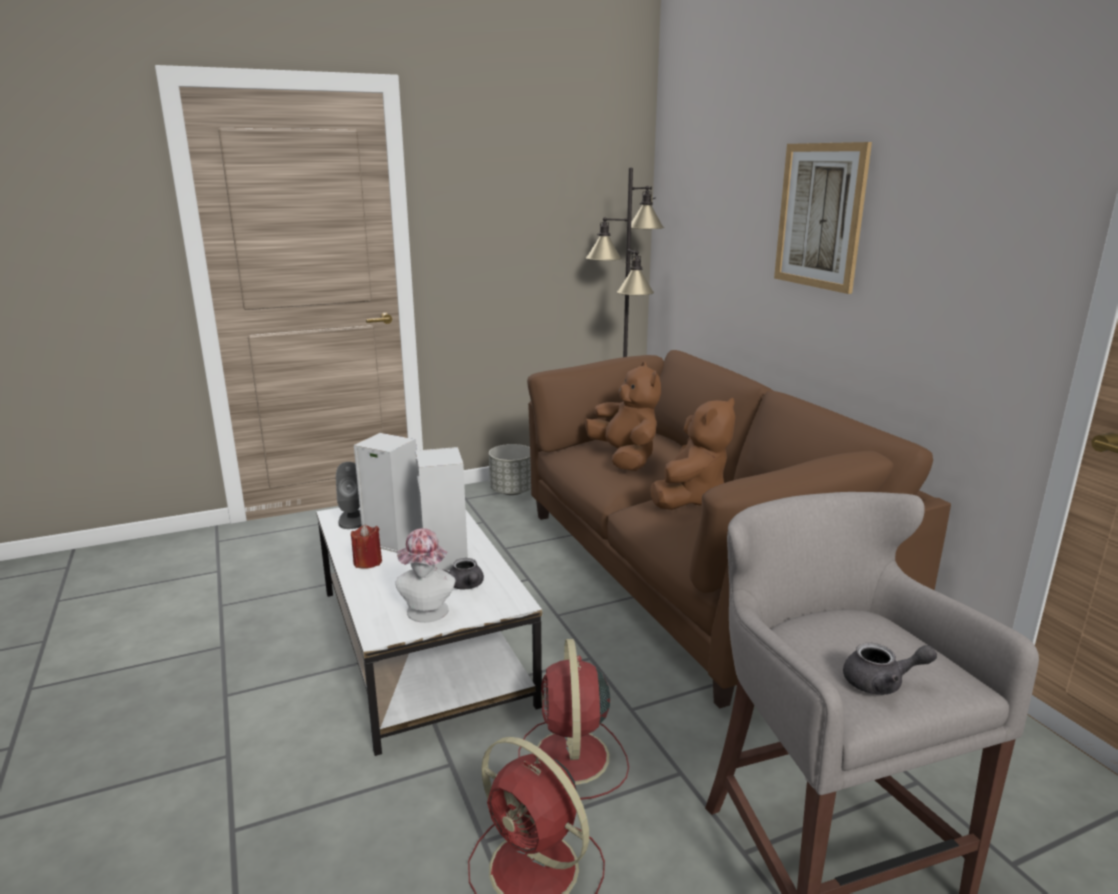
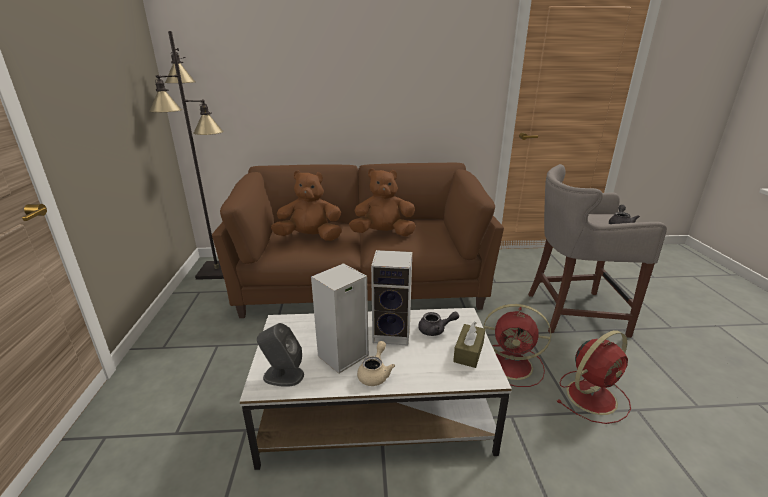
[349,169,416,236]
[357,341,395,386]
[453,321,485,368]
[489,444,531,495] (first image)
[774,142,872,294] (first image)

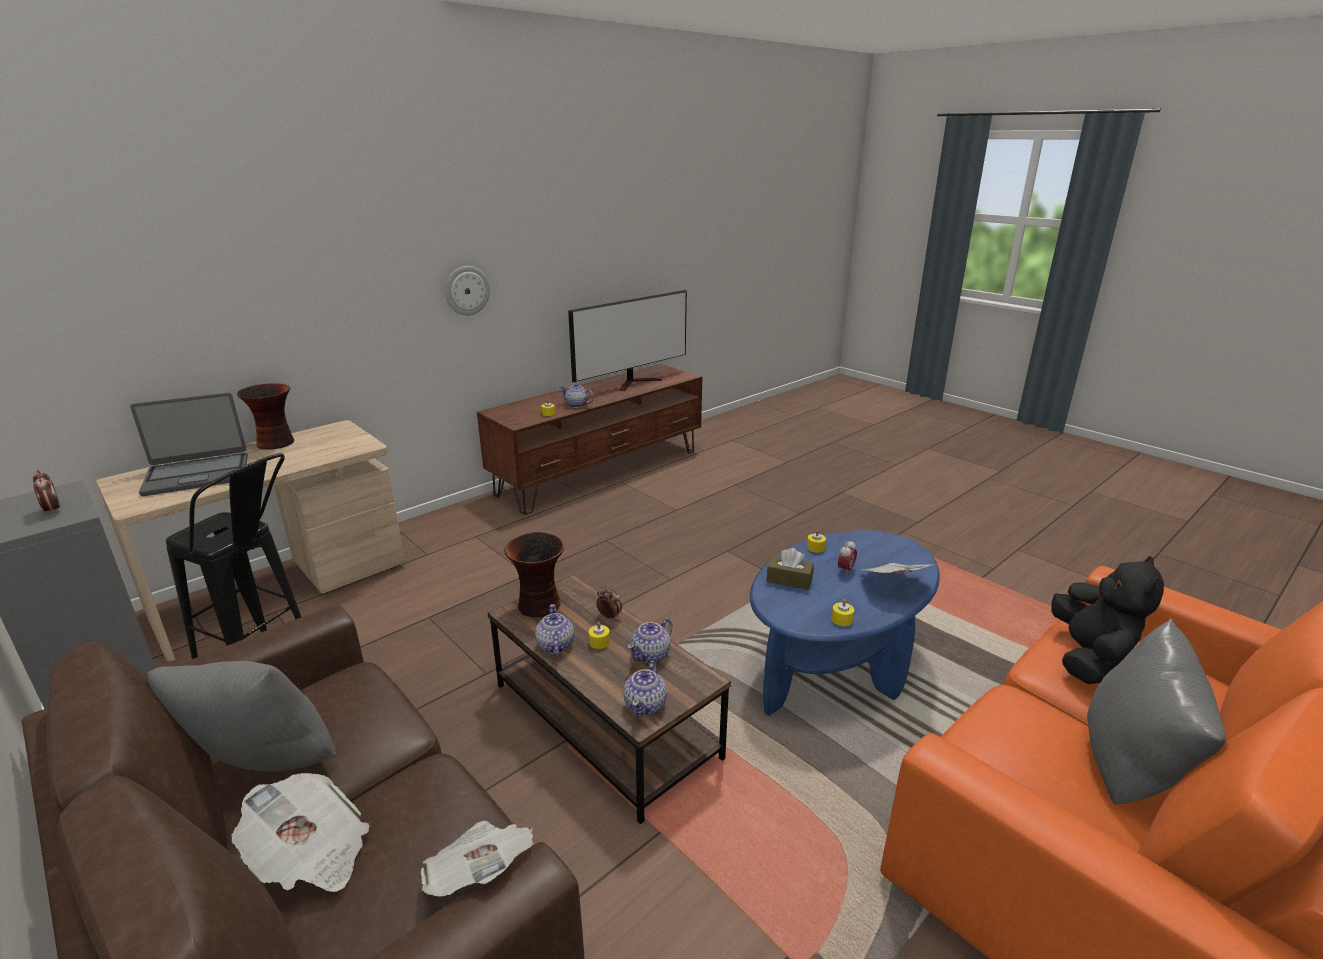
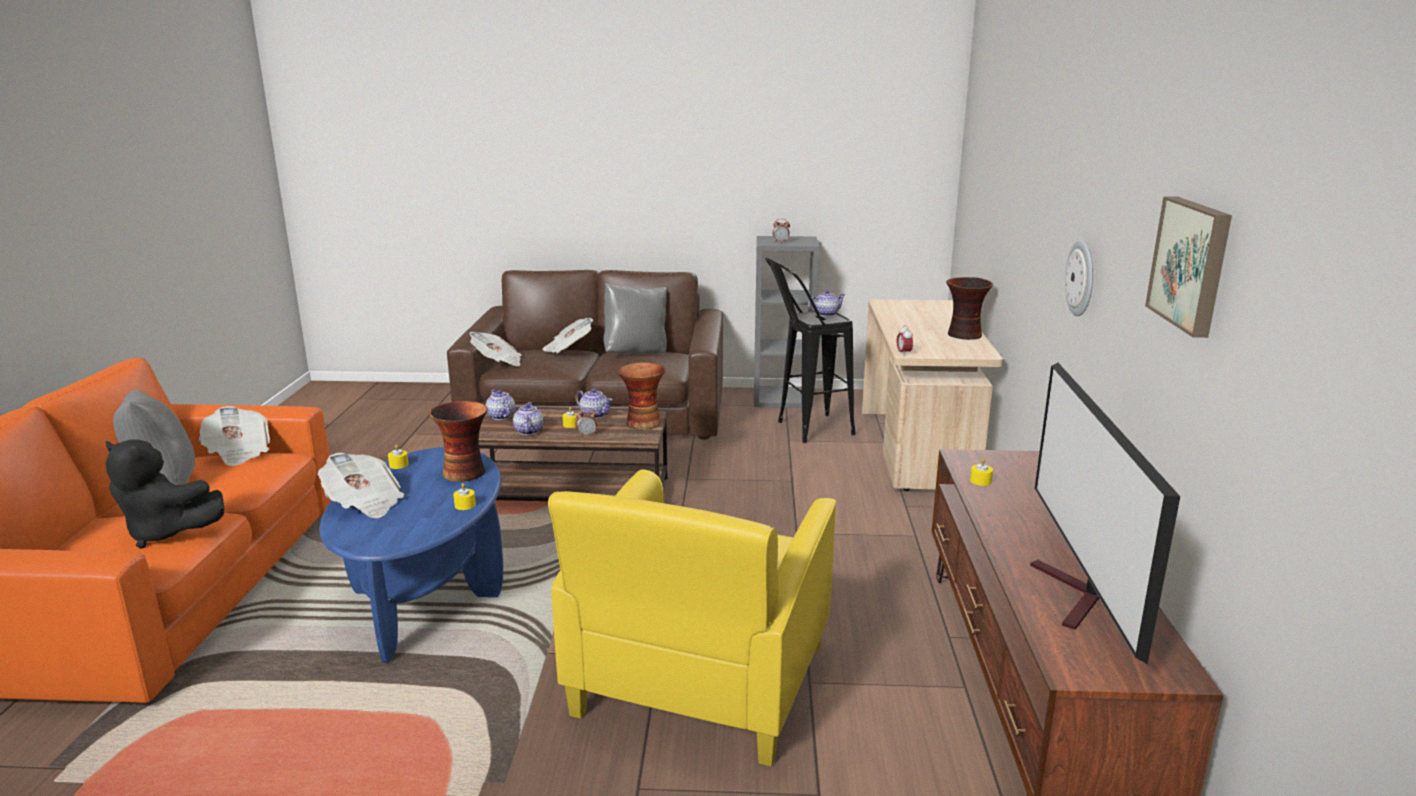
[106,439,224,549]
[198,406,270,466]
[429,401,488,482]
[548,470,836,767]
[808,290,846,316]
[897,325,913,356]
[1145,196,1232,338]
[130,393,248,496] (first image)

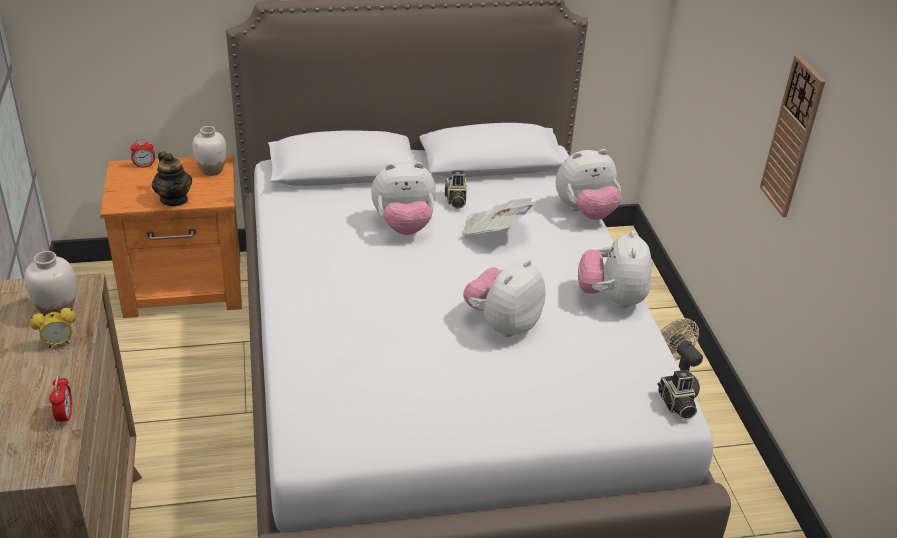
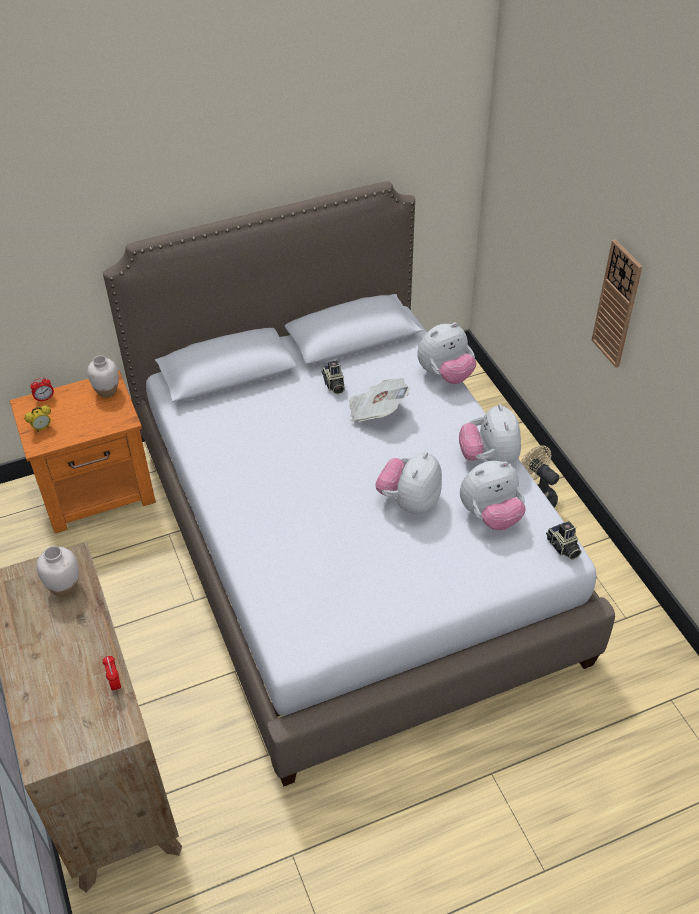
[24,405,51,432]
[460,461,526,530]
[152,152,192,206] (first image)

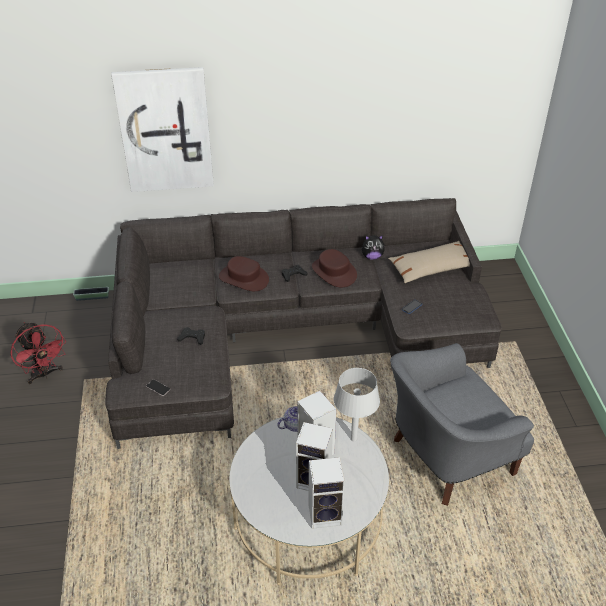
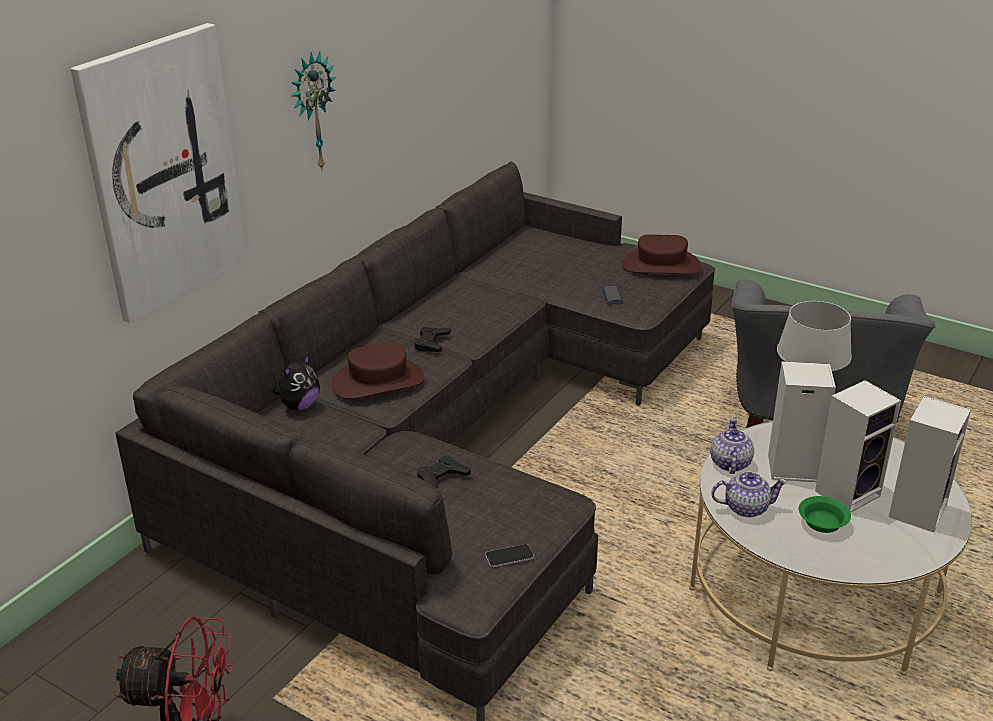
[273,354,320,410]
[291,52,336,169]
[622,235,702,274]
[711,472,787,518]
[799,496,851,533]
[73,287,109,301] (first image)
[388,241,470,283] (first image)

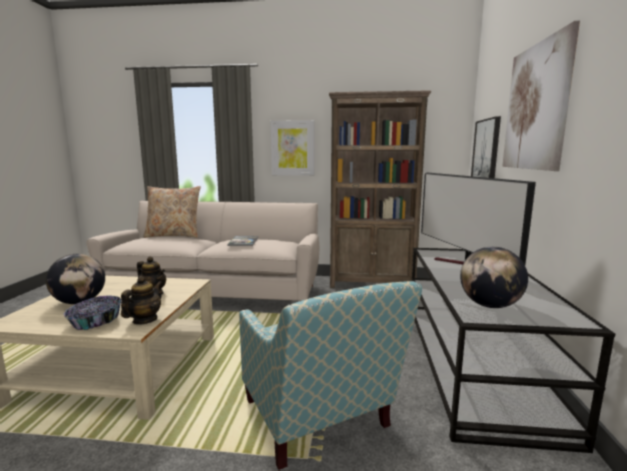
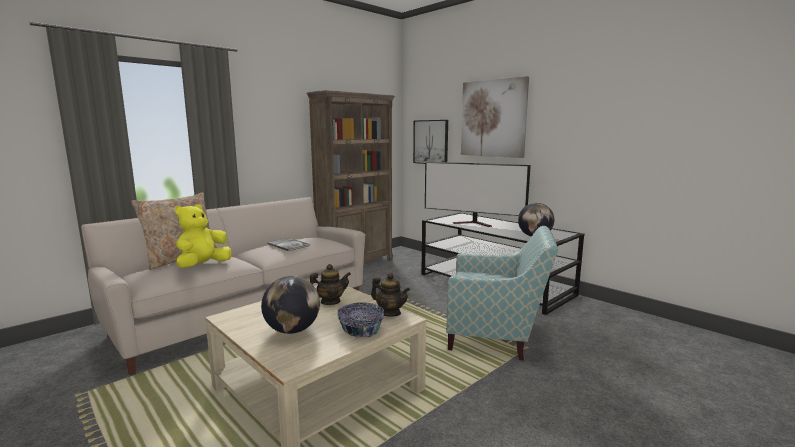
[175,204,232,268]
[371,273,410,317]
[271,120,315,176] (first image)

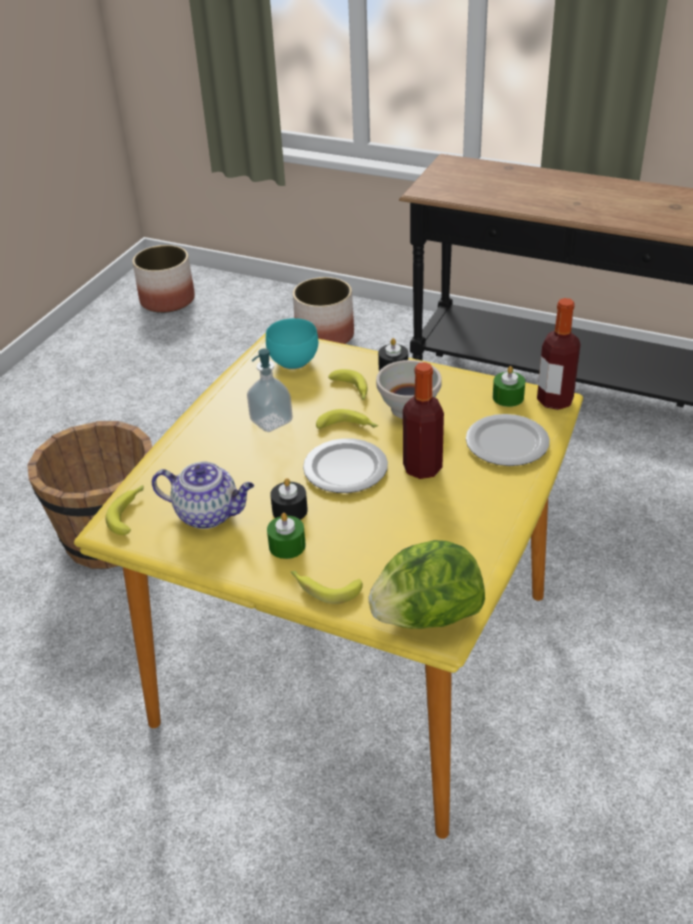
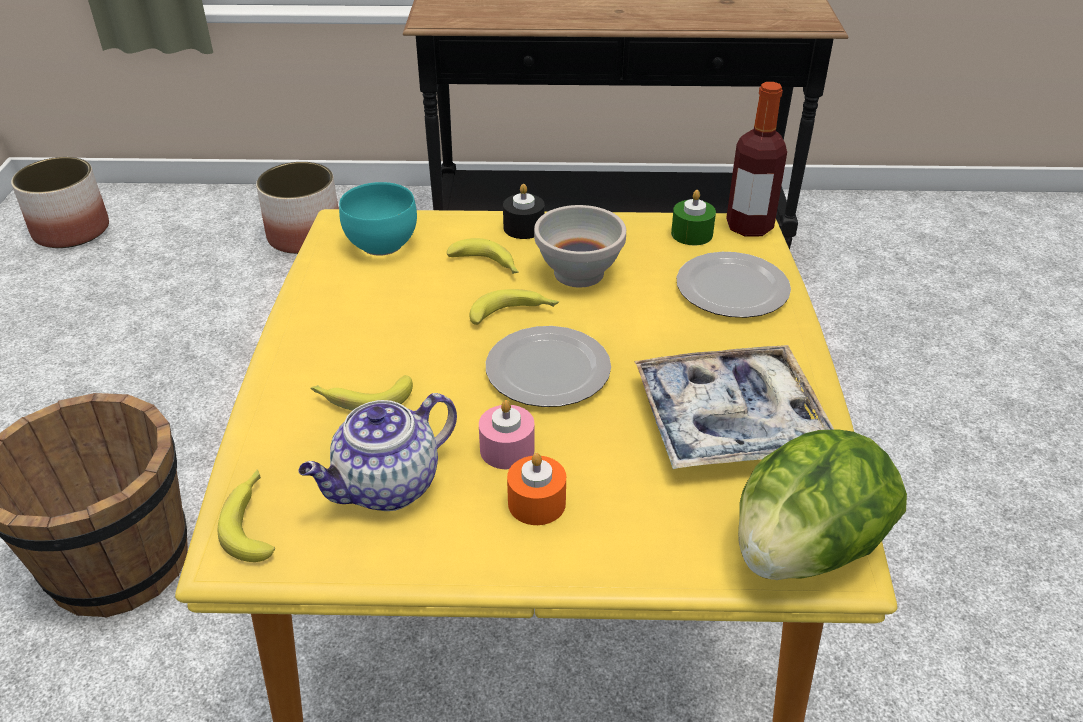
[298,393,457,511]
[310,375,413,411]
[479,400,535,469]
[507,453,566,525]
[634,345,834,469]
[247,349,293,432] (first image)
[403,362,444,479] (first image)

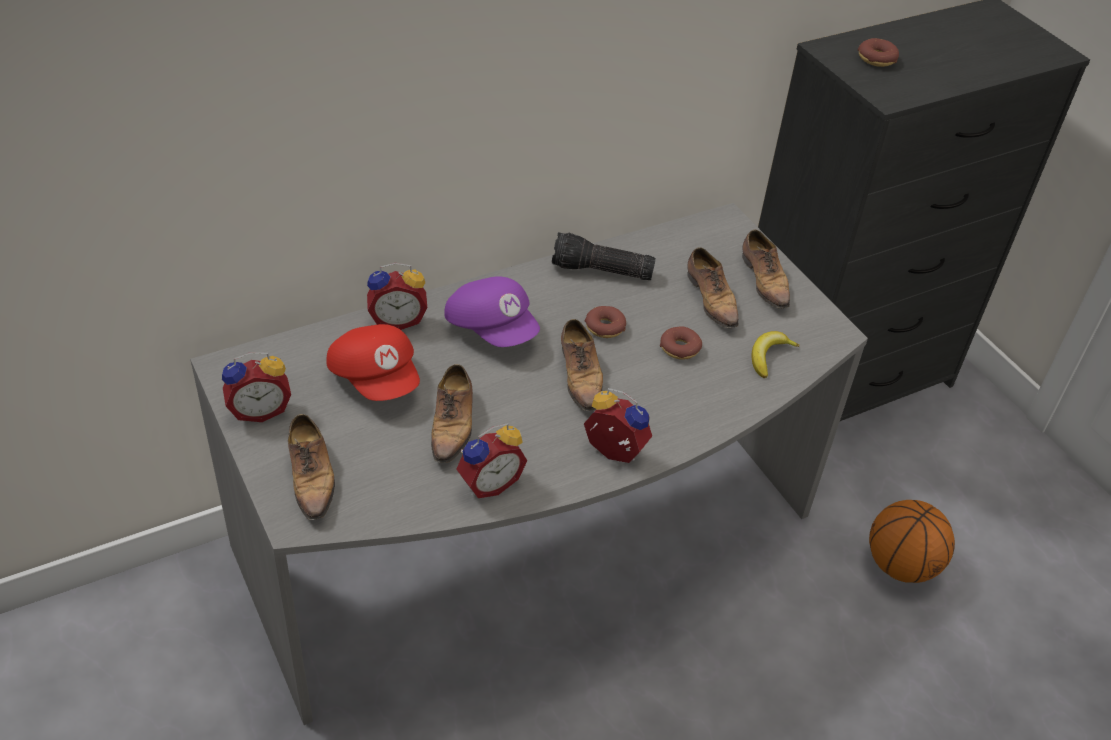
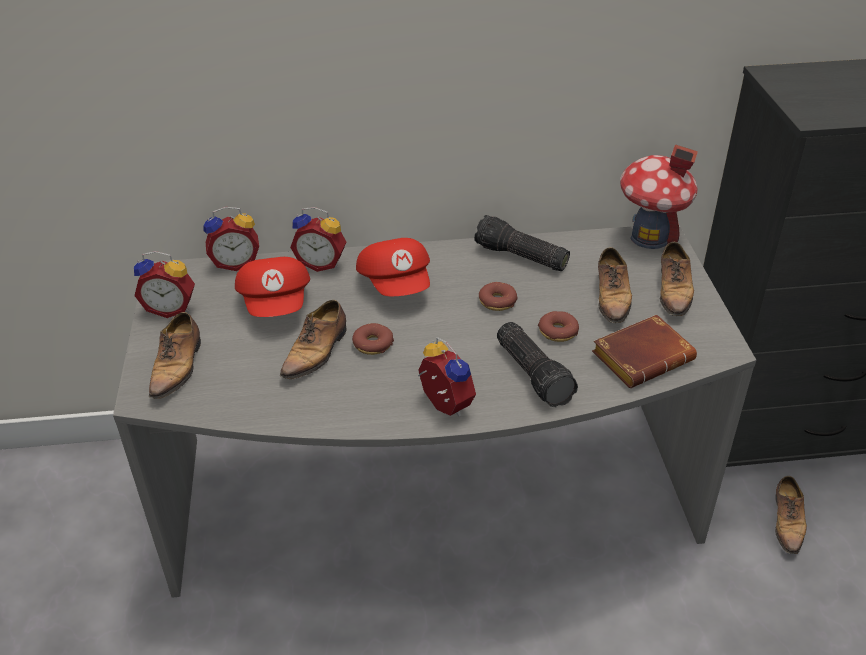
[203,207,259,271]
[352,323,394,355]
[356,238,430,296]
[497,322,578,407]
[592,315,697,388]
[620,144,698,249]
[775,476,807,554]
[869,500,955,583] (first image)

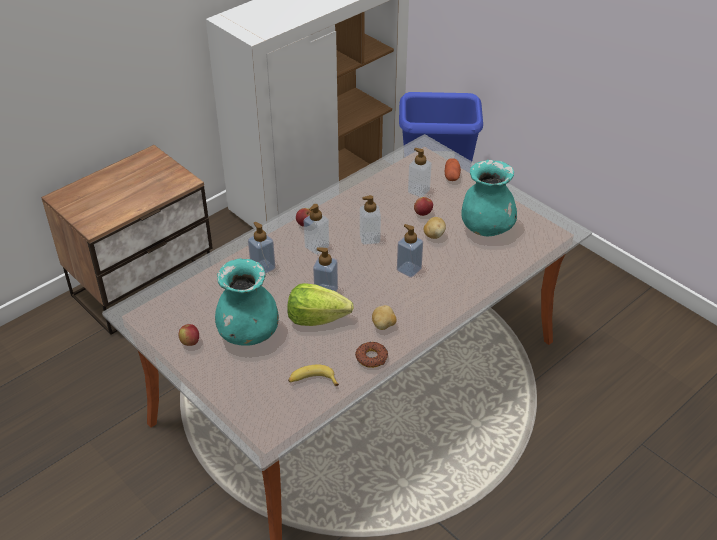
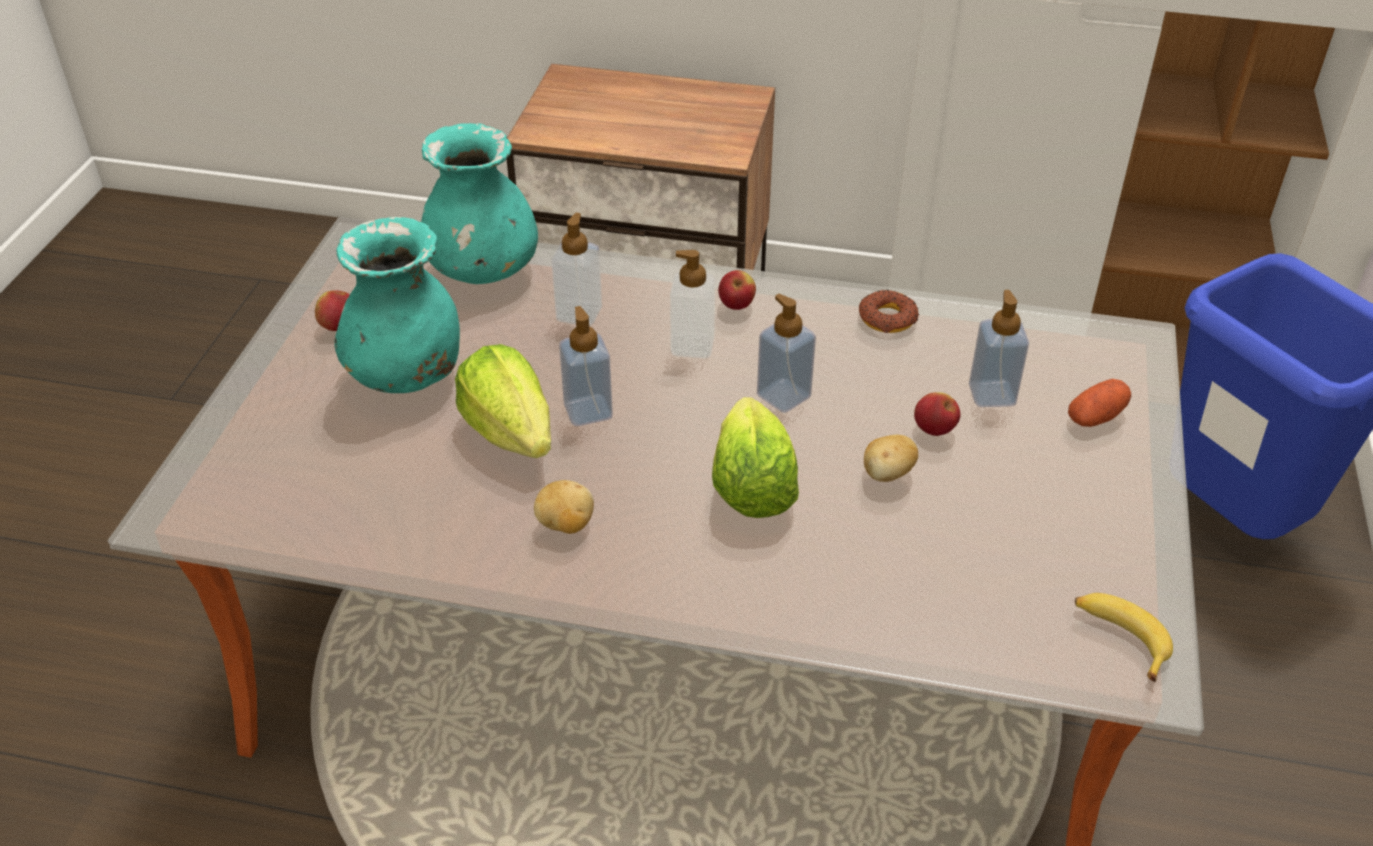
[421,123,538,284]
[712,397,799,518]
[859,290,919,333]
[1075,593,1173,682]

